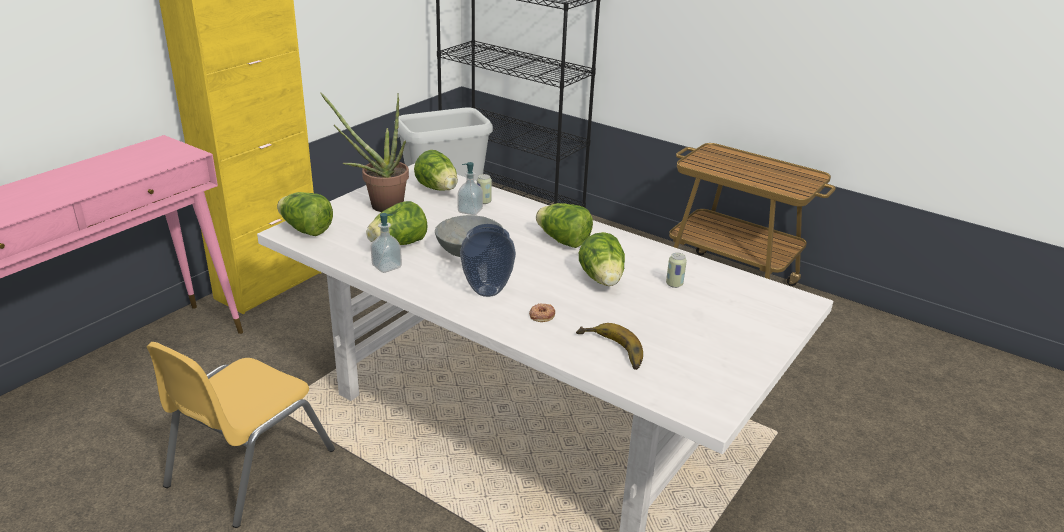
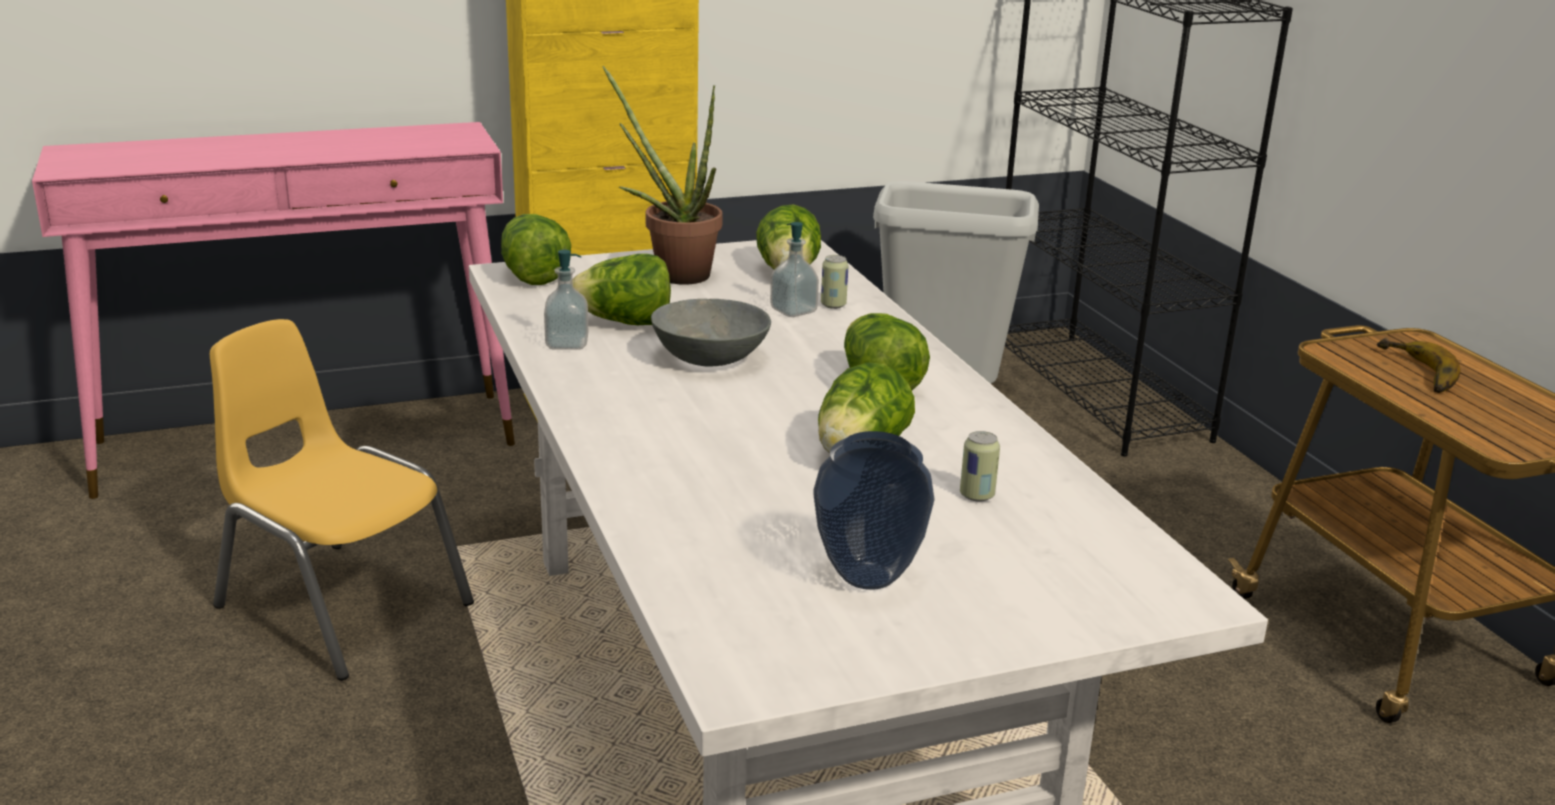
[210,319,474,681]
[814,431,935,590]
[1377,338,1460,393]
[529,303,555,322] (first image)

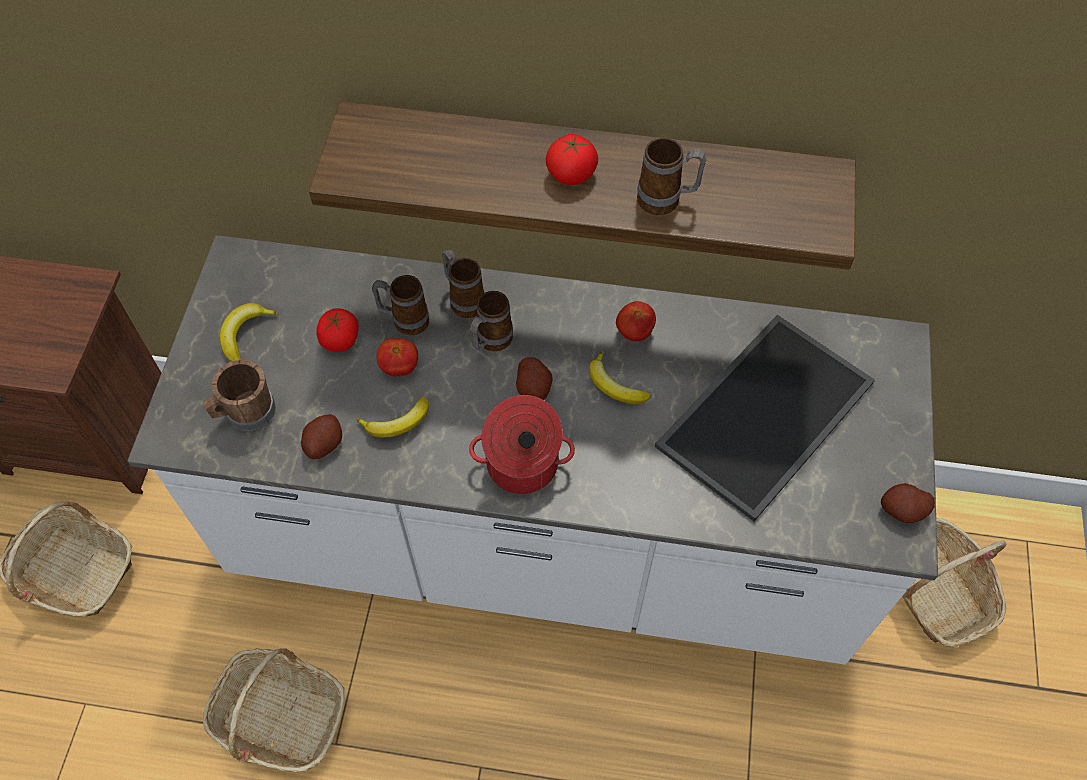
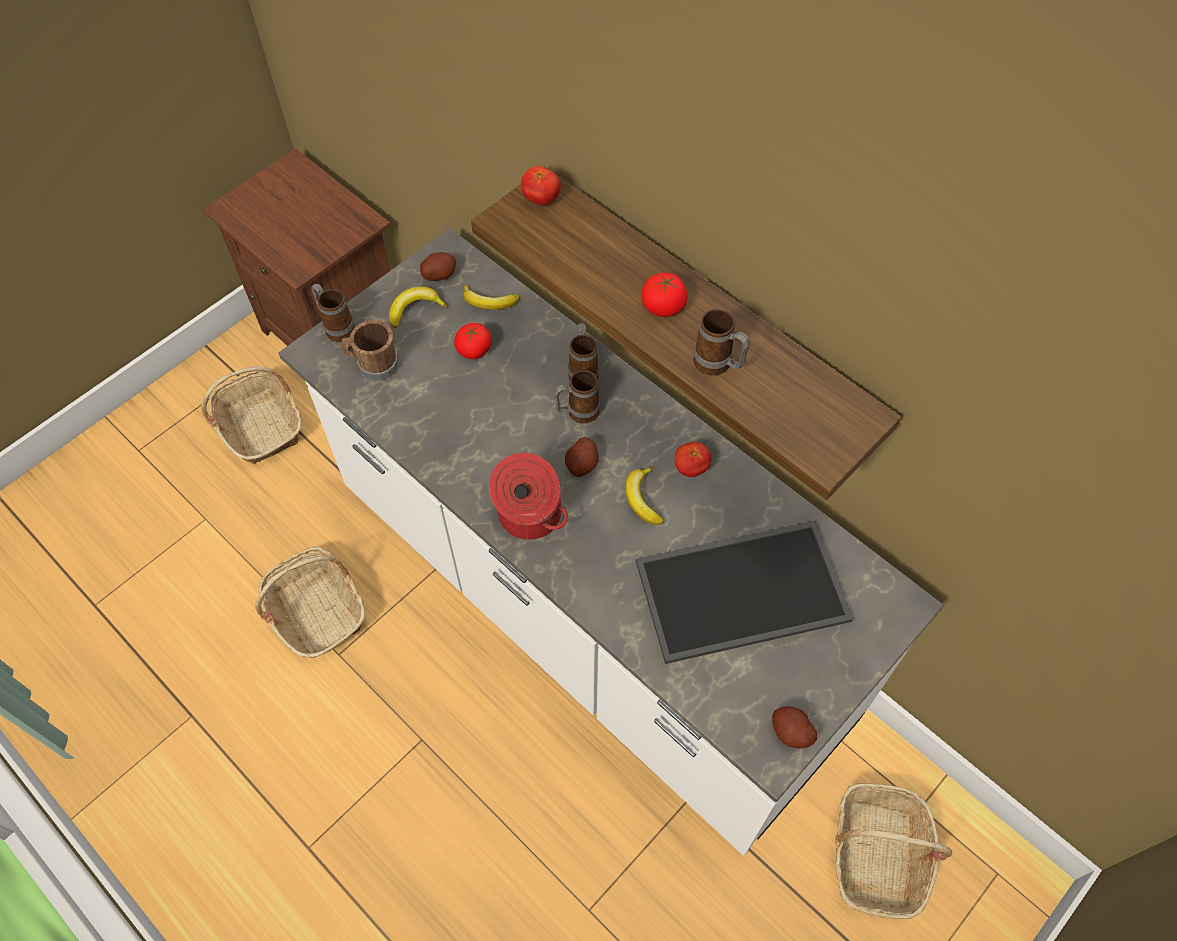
[311,284,355,342]
[420,252,456,281]
[463,285,519,310]
[521,166,561,205]

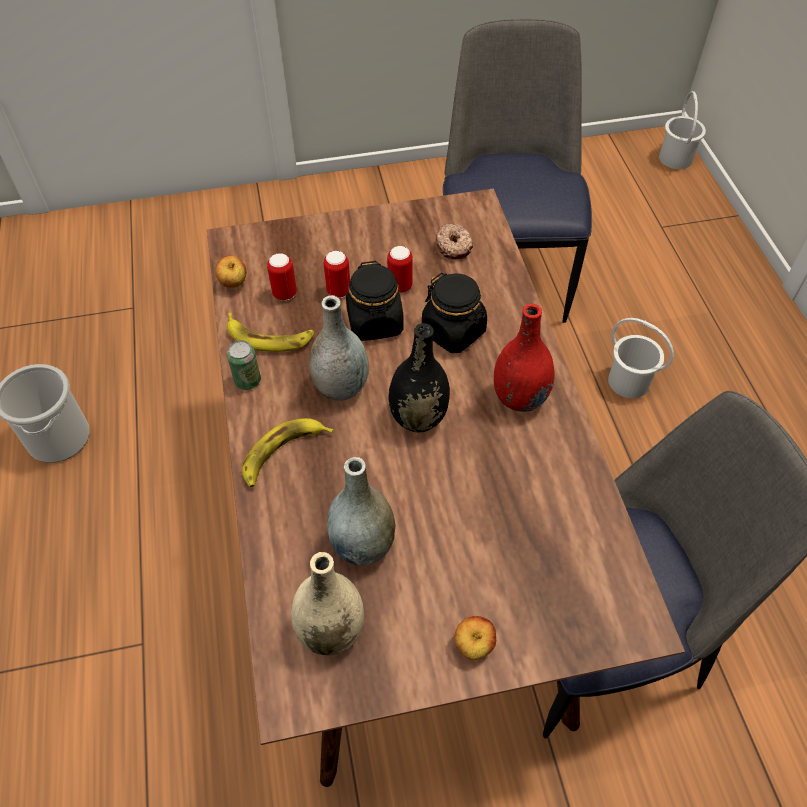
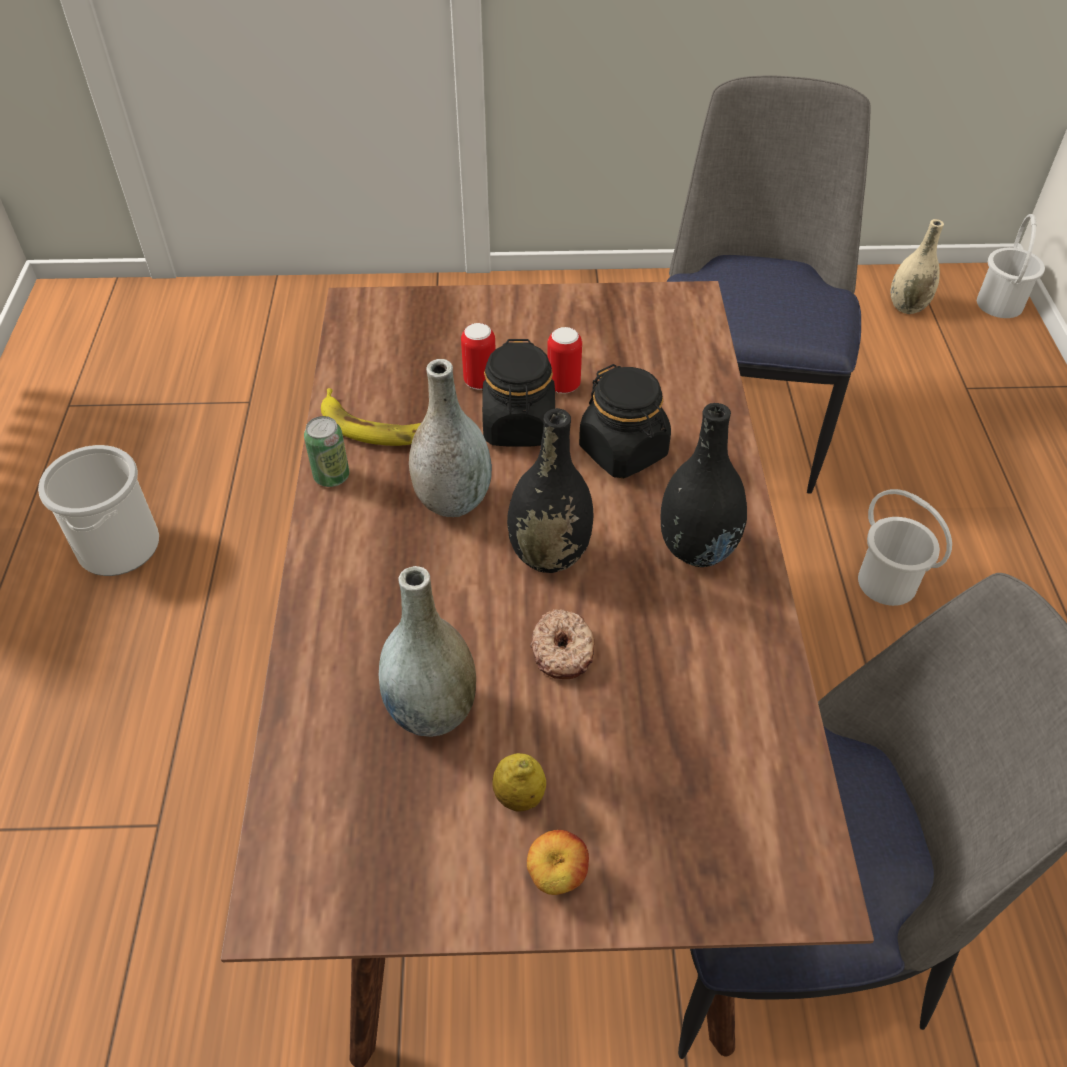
[492,753,546,812]
[530,609,594,679]
[661,403,747,567]
[890,219,944,314]
[216,255,247,288] (first image)
[242,418,334,487] (first image)
[267,253,297,301] (first image)

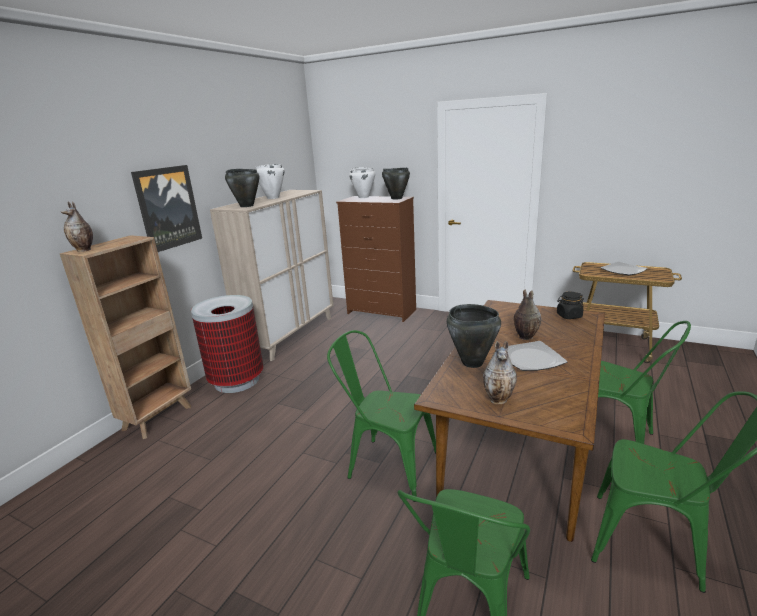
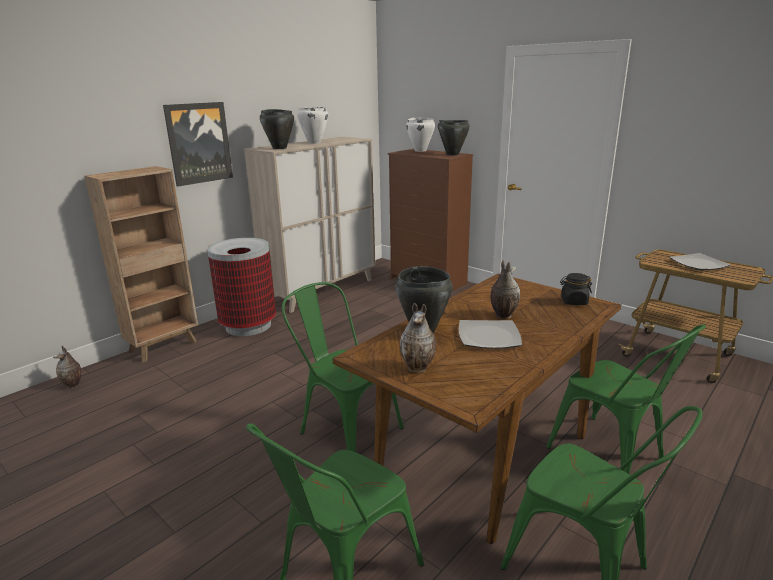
[53,346,81,388]

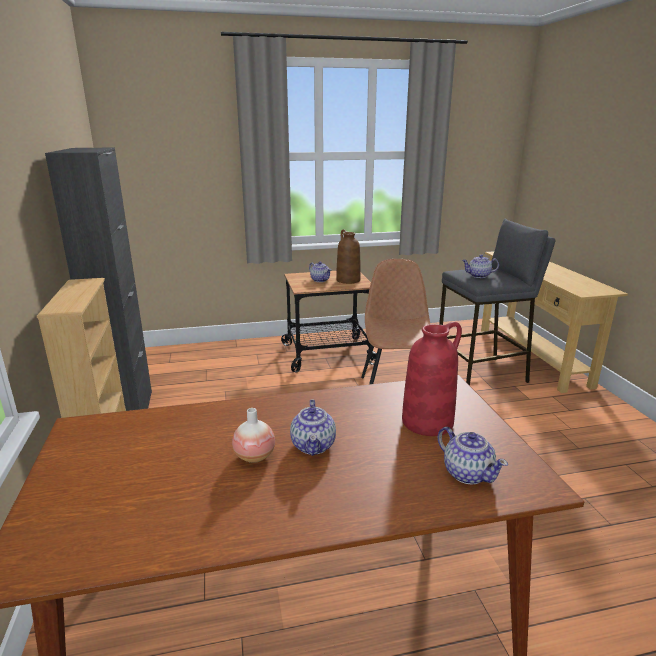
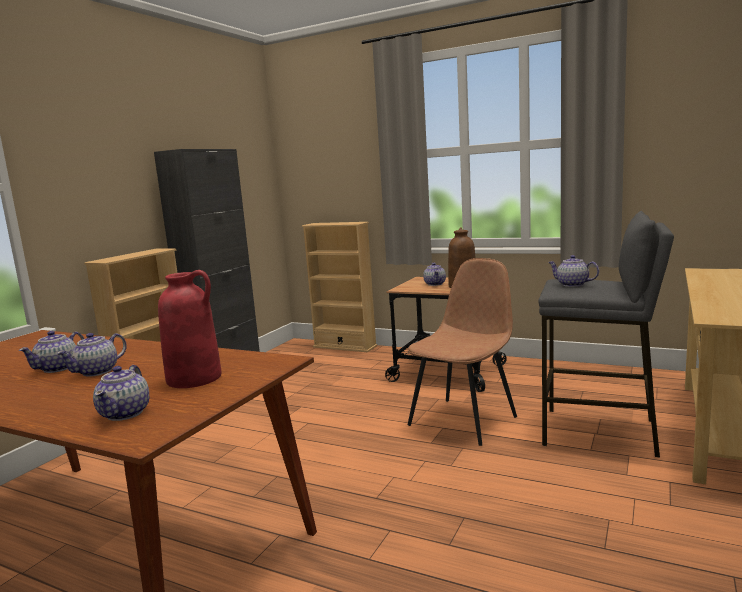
[19,331,84,373]
[302,222,377,352]

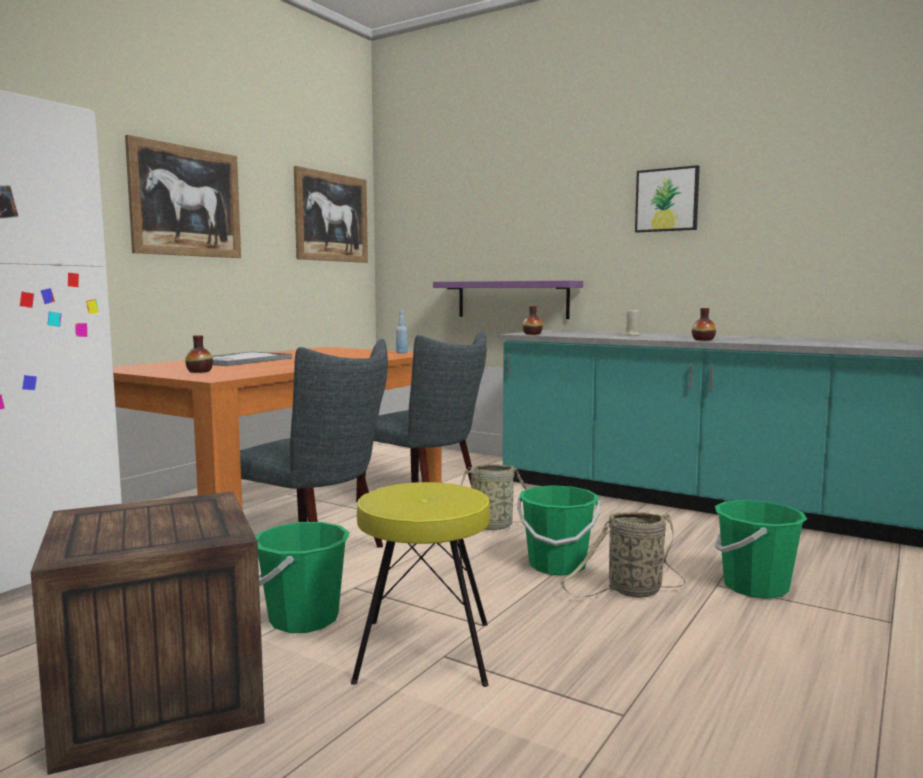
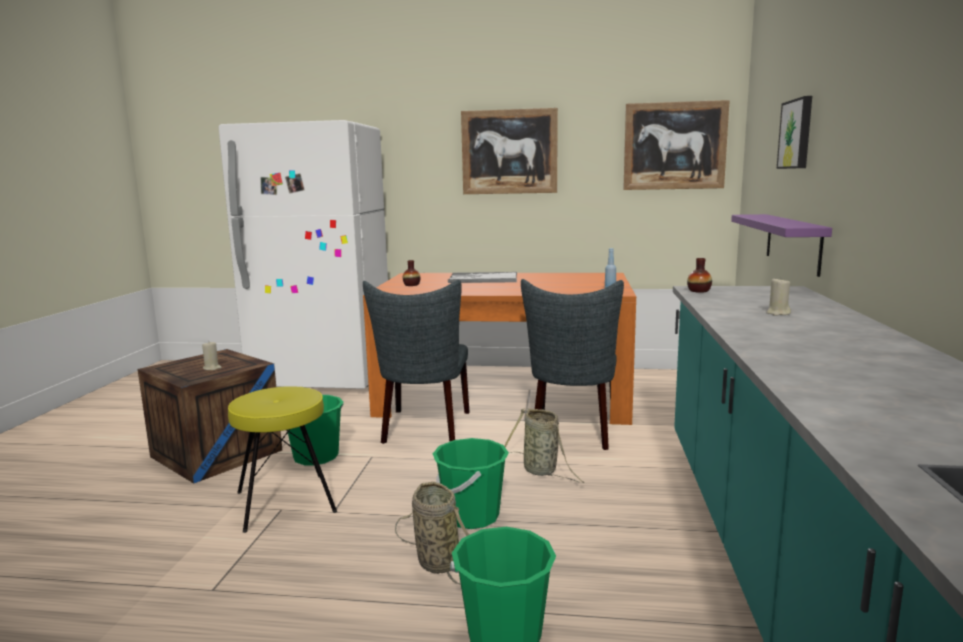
[202,342,222,370]
[777,96,812,169]
[692,308,716,341] (first image)

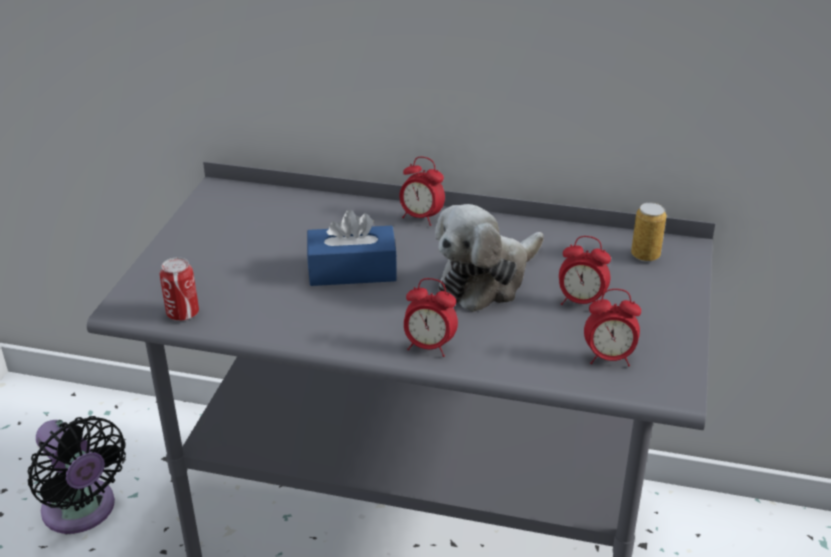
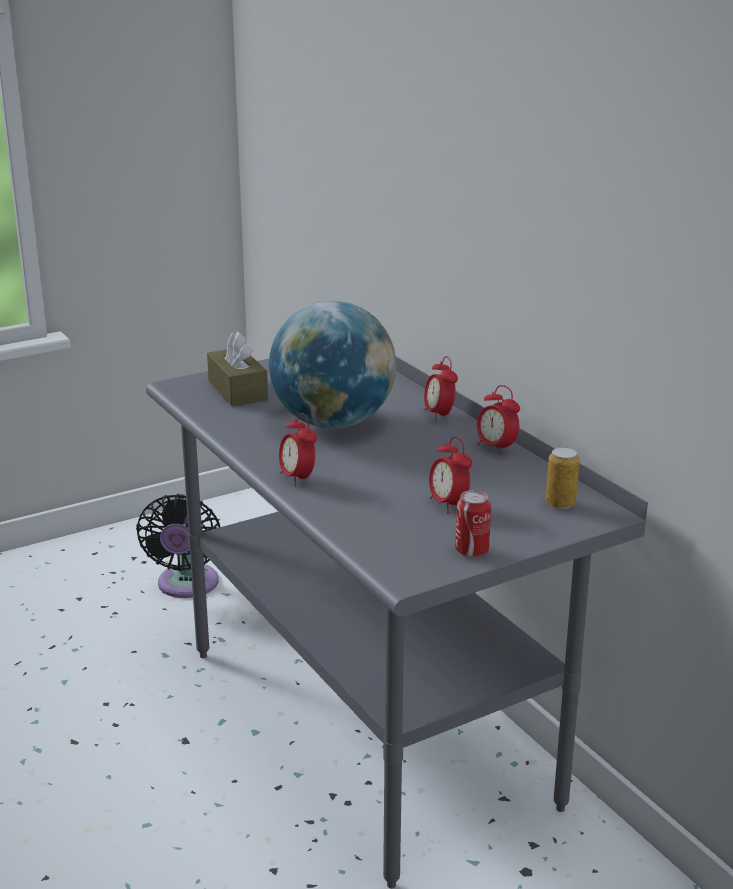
[207,332,268,406]
[269,301,396,429]
[455,490,491,557]
[477,385,520,455]
[435,204,544,312] (first image)

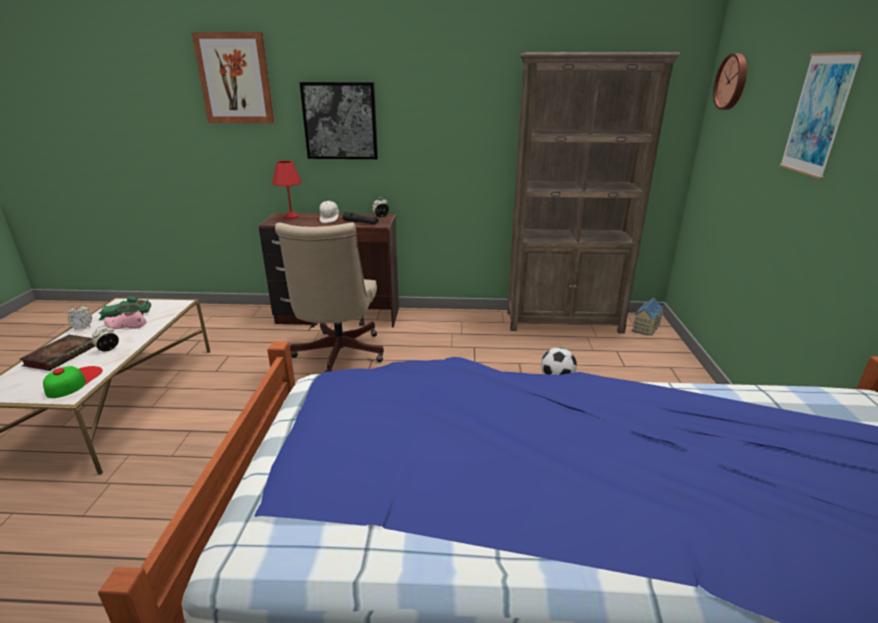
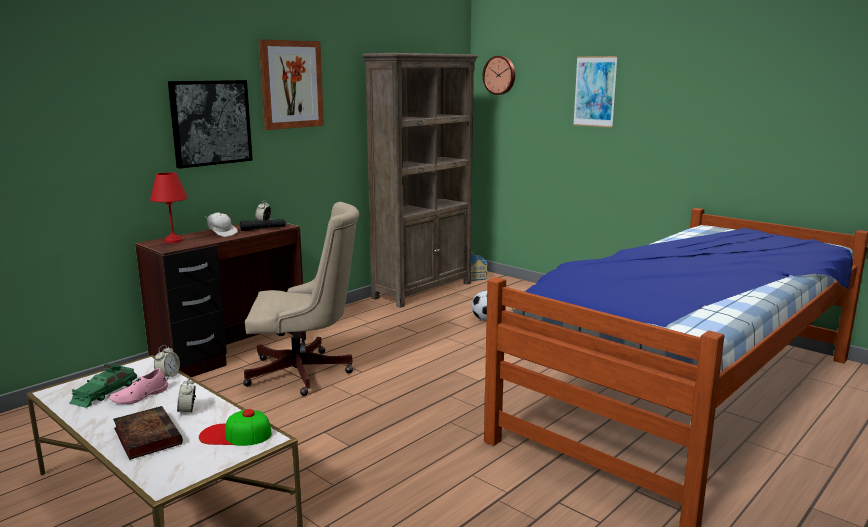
[154,345,180,380]
[199,409,272,446]
[243,202,359,396]
[259,40,324,130]

